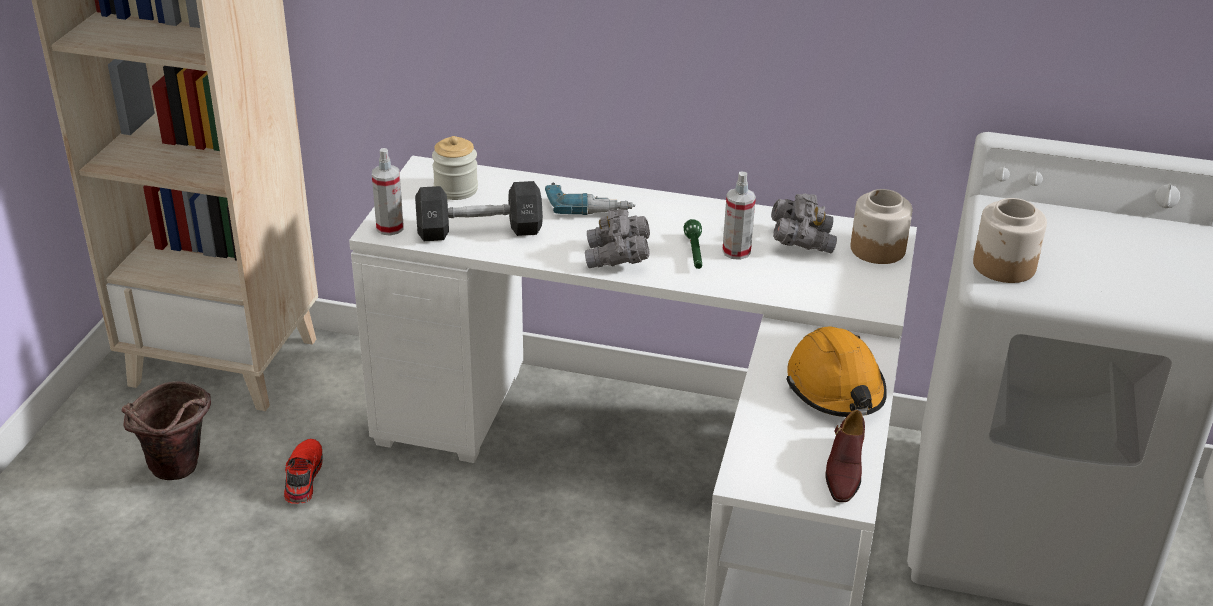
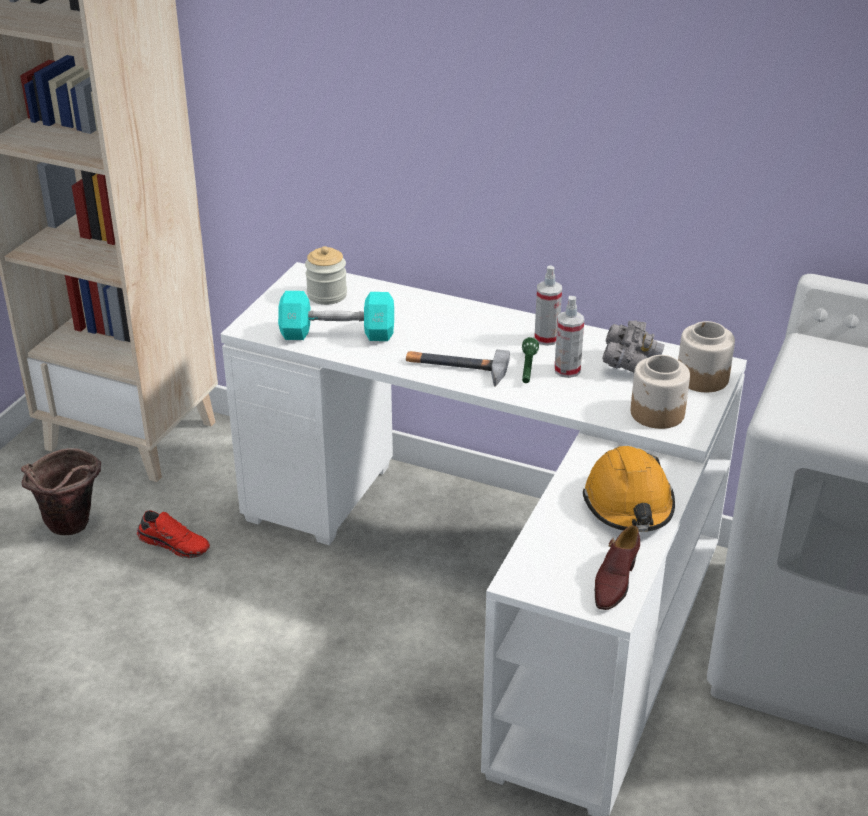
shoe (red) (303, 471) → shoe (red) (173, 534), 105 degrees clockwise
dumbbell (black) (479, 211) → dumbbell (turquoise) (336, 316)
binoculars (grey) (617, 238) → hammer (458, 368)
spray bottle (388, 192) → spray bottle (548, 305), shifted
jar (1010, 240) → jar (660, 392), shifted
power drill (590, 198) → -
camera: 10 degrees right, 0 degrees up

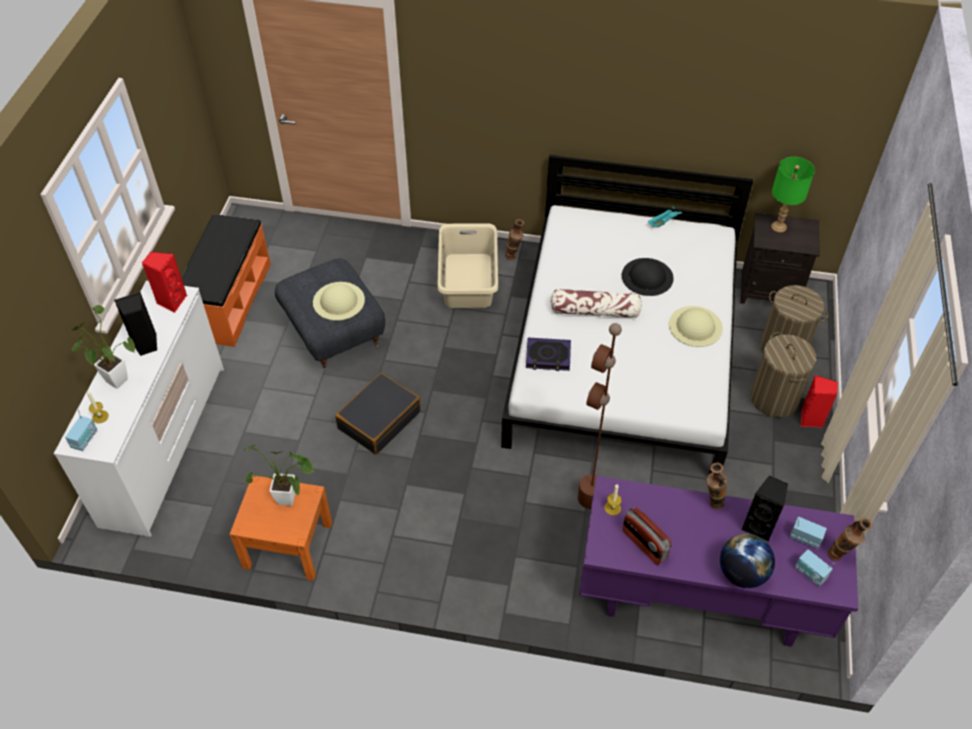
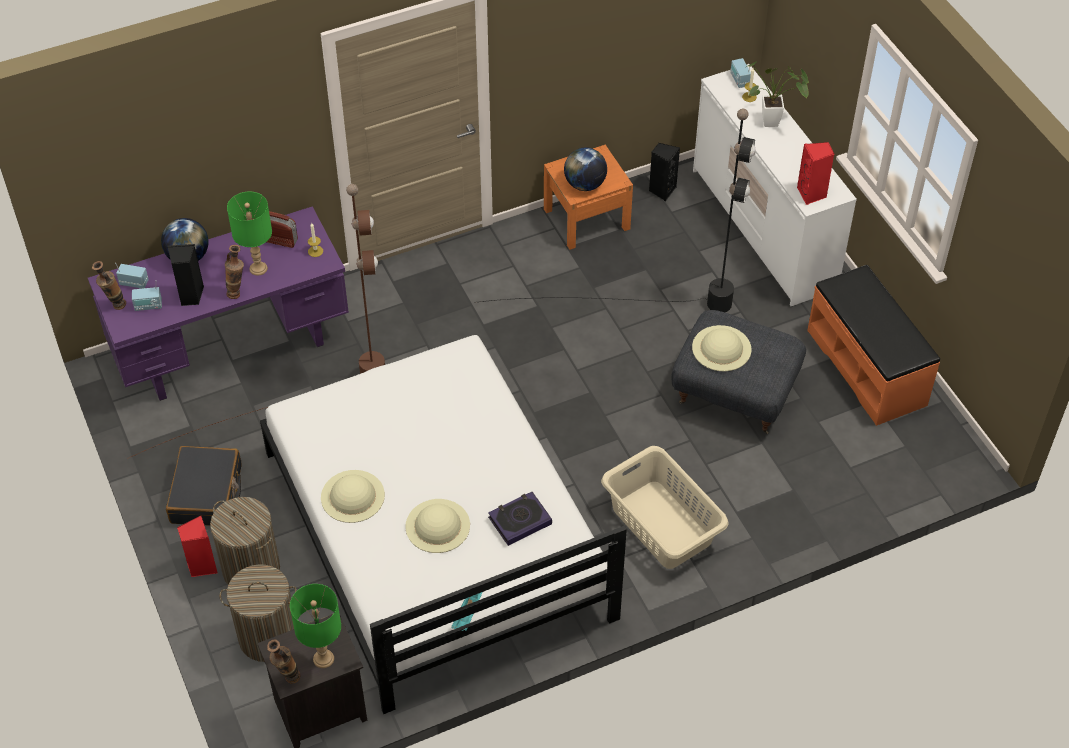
suitcase (black) (378, 413) → suitcase (black) (204, 486), shifted
- → table lamp (green) (249, 234)
vase (514, 239) → vase (284, 662), shifted
hat (black) (648, 277) → hat (beige) (437, 526)
- → floor lamp (black) (618, 210)
book (548, 354) → book (520, 519), shifted
potted plant (279, 475) → globe (585, 169)
speaker (black) (135, 324) → speaker (black) (664, 172), shifted
pillow (596, 303) → -
camera: 145 degrees right, 0 degrees up

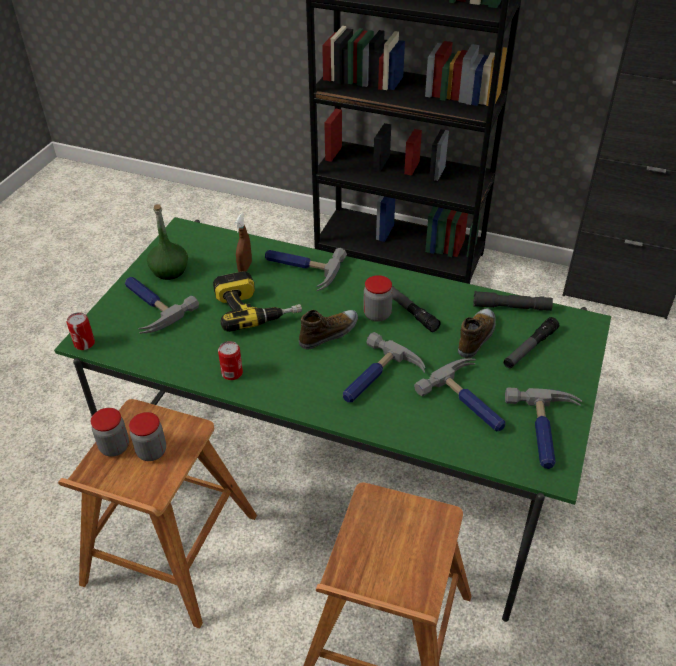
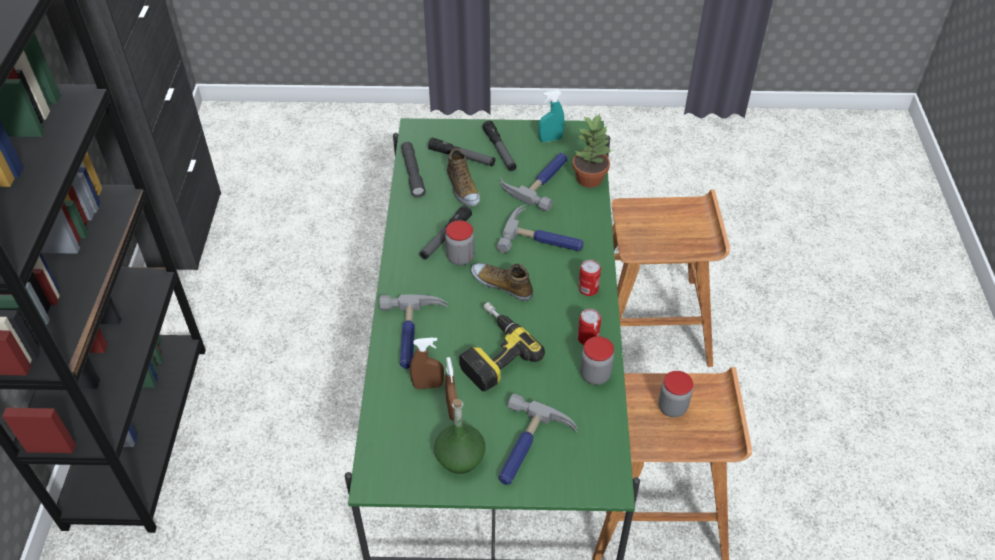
- → spray bottle (brown) (451, 388)
shoe (477, 333) → shoe (463, 177), 120 degrees counterclockwise
- → flashlight (499, 146)
hammer (543, 428) → spray bottle (turquoise) (551, 116)
- → potted plant (591, 151)
can (81, 331) → can (589, 278), shifted
jar (110, 432) → jar (597, 360), shifted
camera: 110 degrees left, 5 degrees up

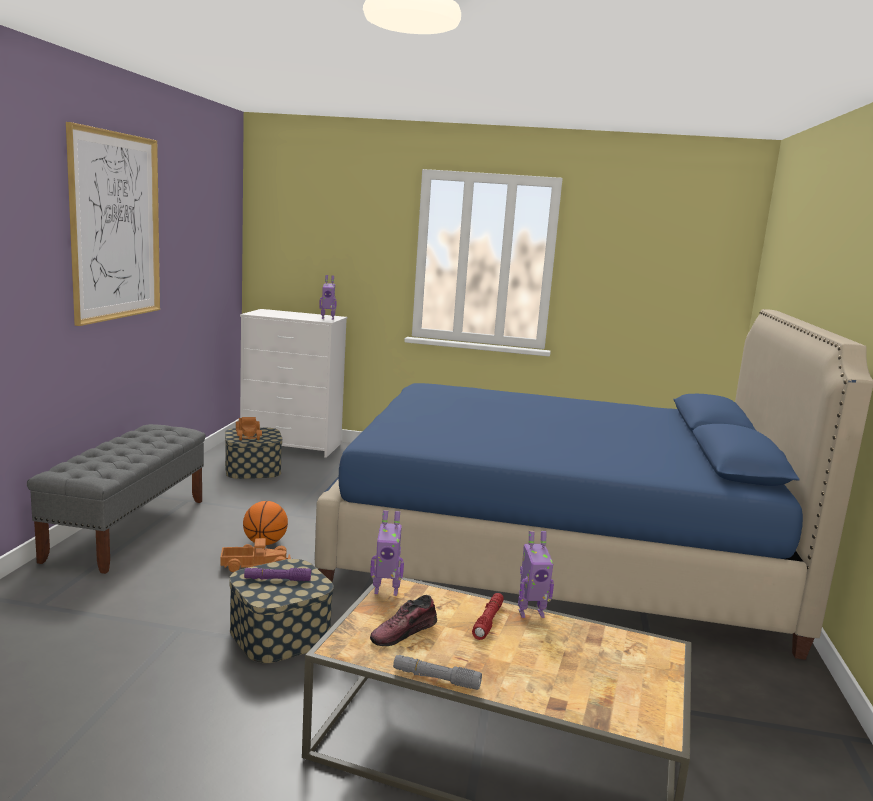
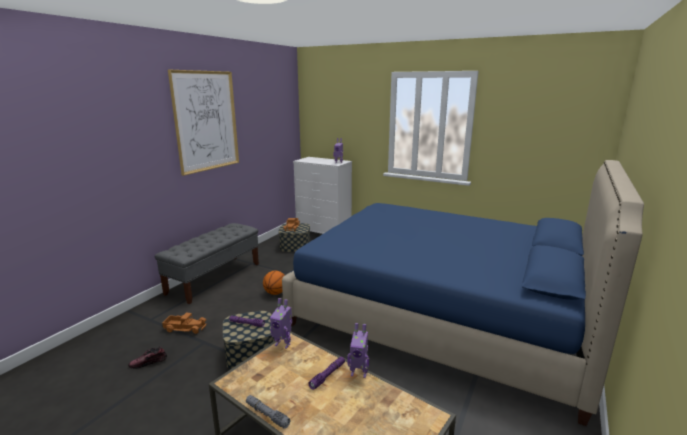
shoe (403, 620) → shoe (147, 358), shifted
toy truck (255, 555) → toy truck (184, 323), shifted
flashlight (red) (488, 616) → flashlight (purple) (326, 373)
camera: 20 degrees right, 5 degrees up

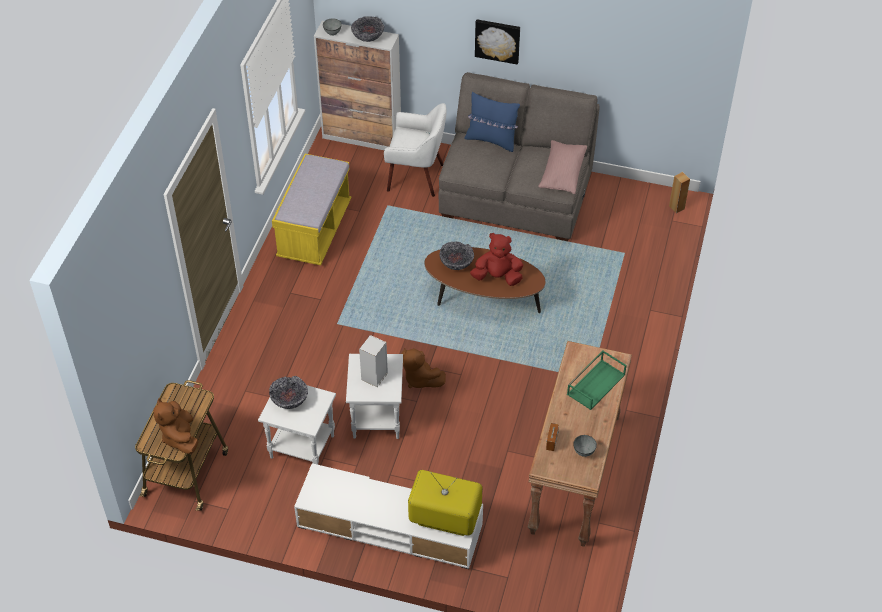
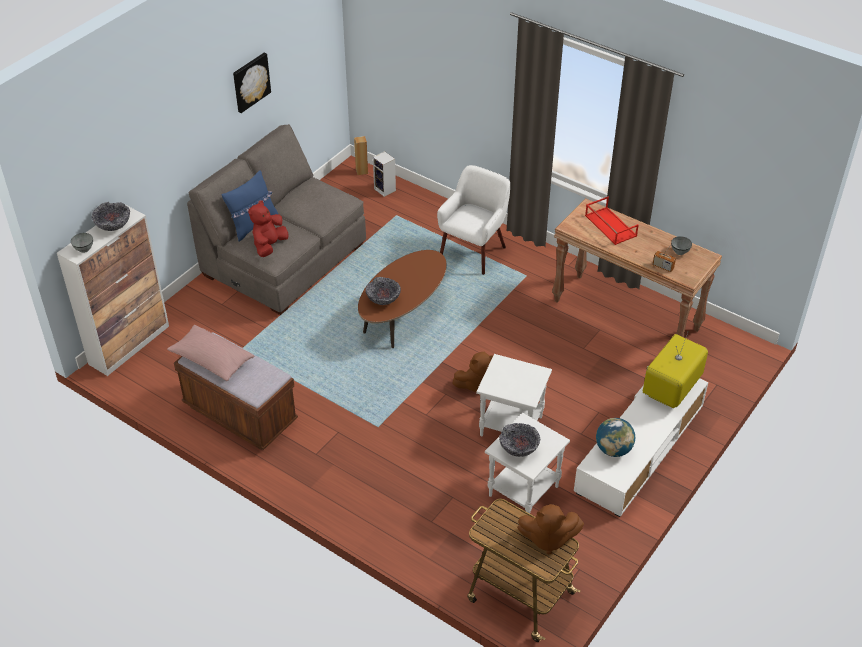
pillow (pink) (562, 167) → pillow (pink) (210, 353), shifted
bench (yellow) (311, 209) → bench (brown) (236, 391)
picture (497, 42) → picture (252, 83), shifted
plush toy (red) (496, 259) → plush toy (red) (268, 228), shifted
speaker (373, 361) → speaker (384, 174), shifted
armchair (white) (415, 150) → armchair (white) (473, 220), shifted
tray (green) (597, 380) → tray (red) (612, 221)
- → globe (615, 437)
camera: 70 degrees left, 5 degrees down

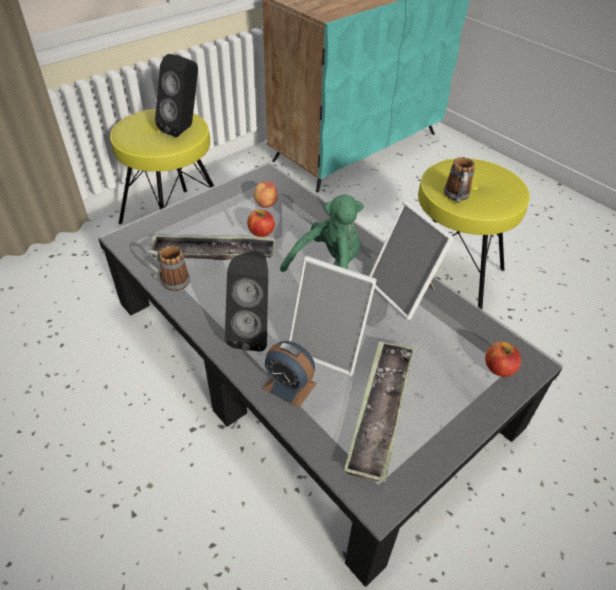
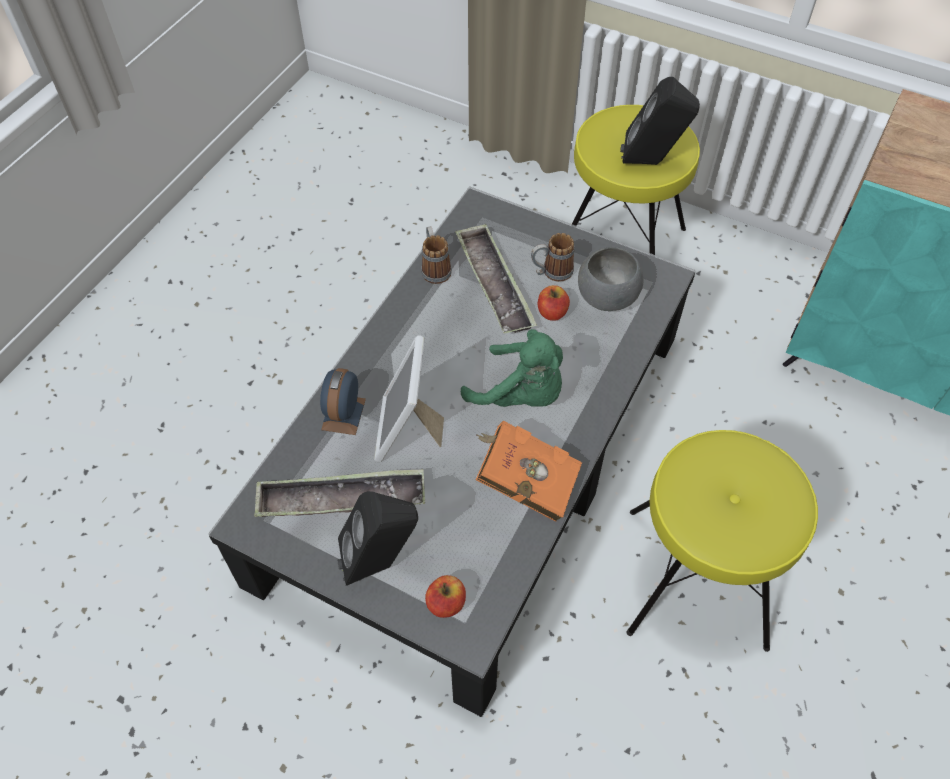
speaker (black) (246, 301) → speaker (black) (377, 538), shifted
picture frame (411, 260) → book (orange) (529, 471)
mug (459, 180) → mug (552, 257), shifted
apple (266, 194) → bowl (grey) (611, 279)
camera: 70 degrees right, 10 degrees up

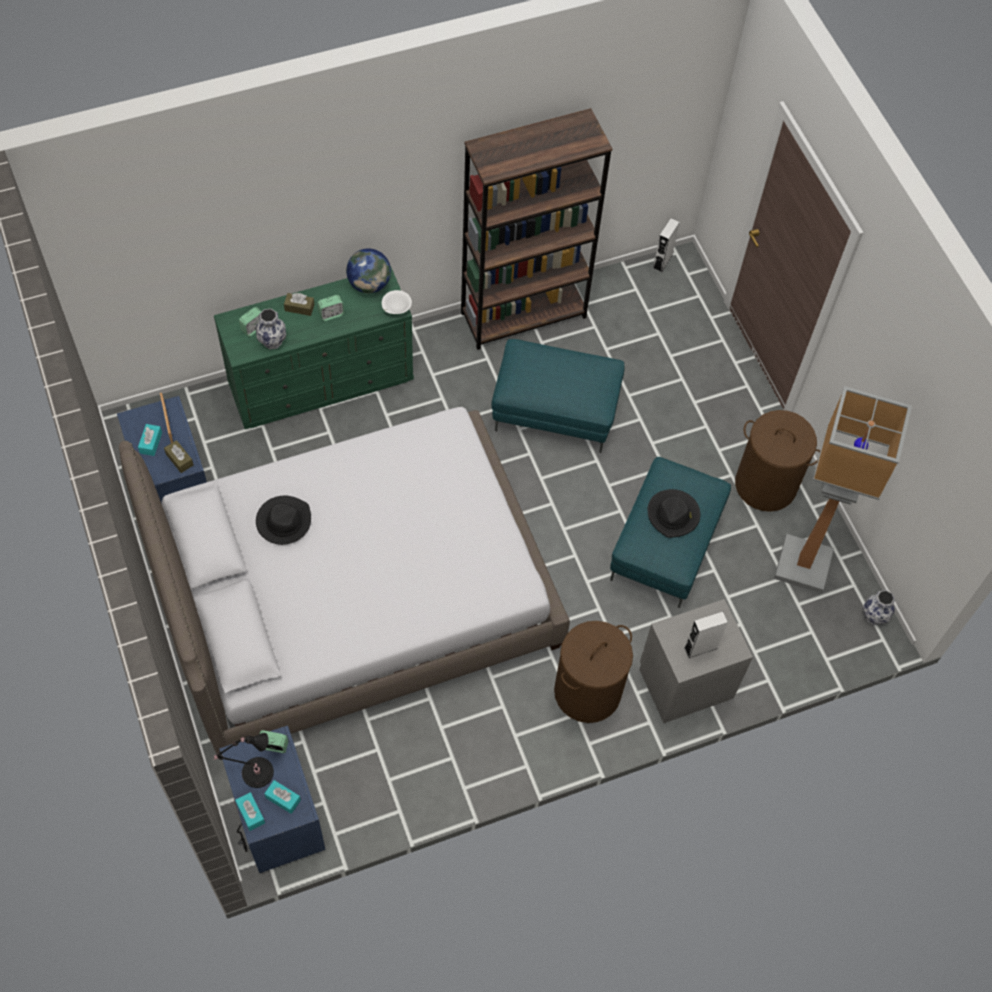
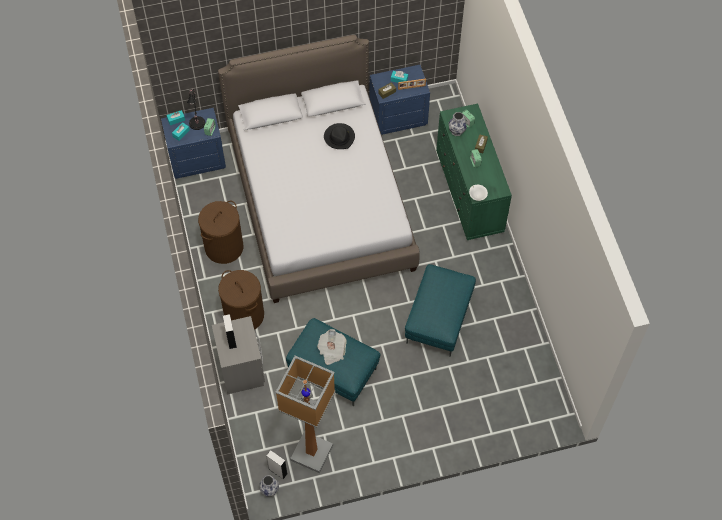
laundry basket (brown) (777, 461) → laundry basket (brown) (220, 232), shifted
speaker (white) (666, 245) → speaker (white) (276, 465), shifted
hat (black) (674, 513) → newspaper (332, 347)
globe (368, 270) → -
bookcase (brown) (537, 229) → -
camera: 100 degrees right, 0 degrees up

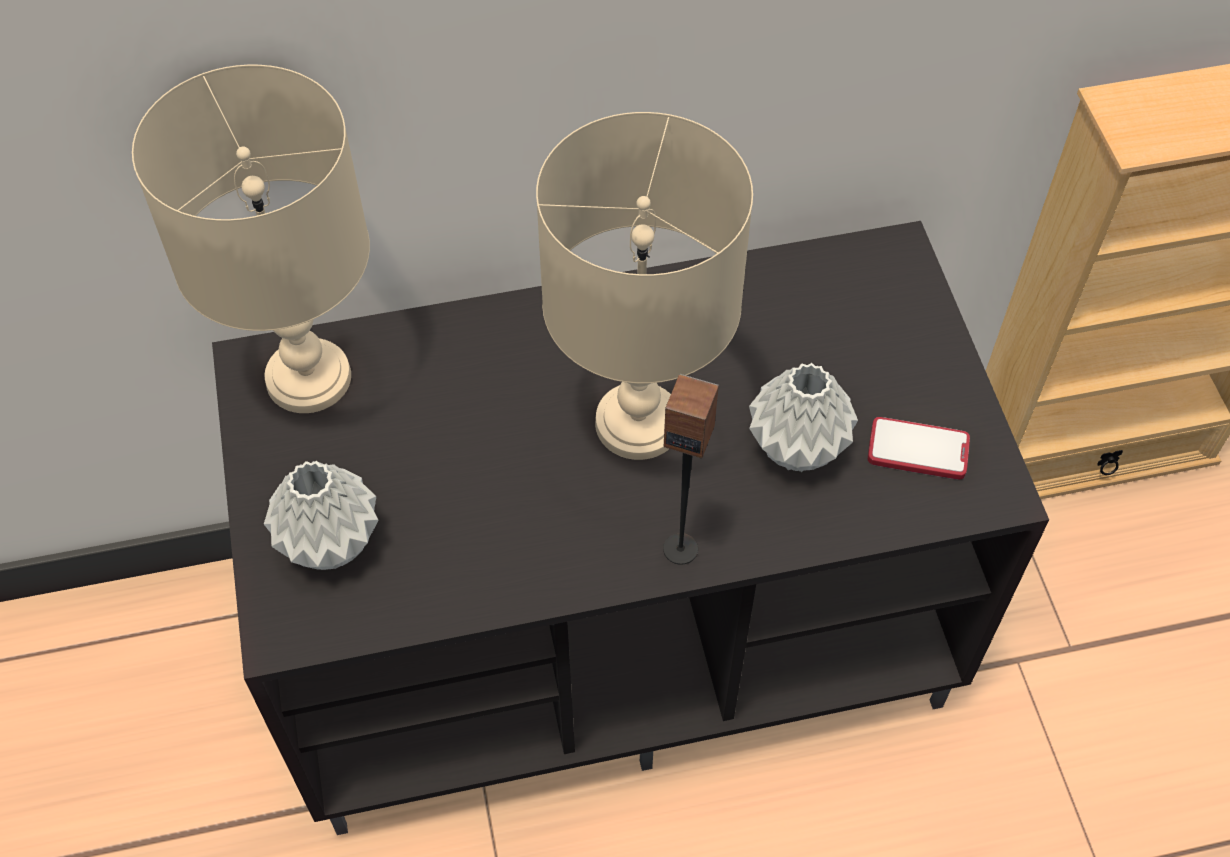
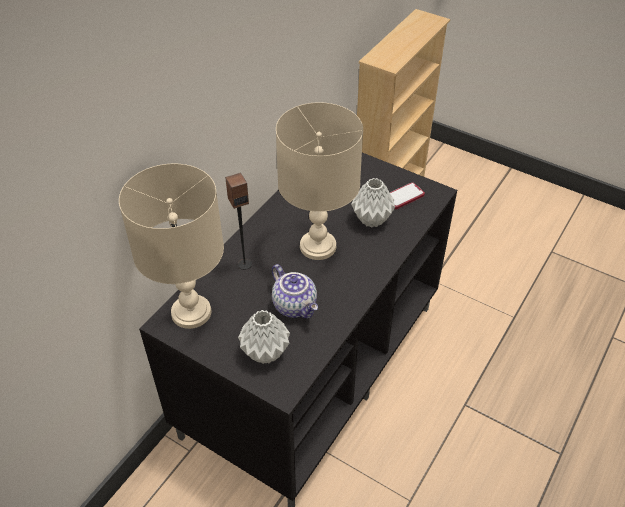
speaker (691, 469) → speaker (238, 221), shifted
- → teapot (295, 291)
camera: 45 degrees left, 10 degrees down

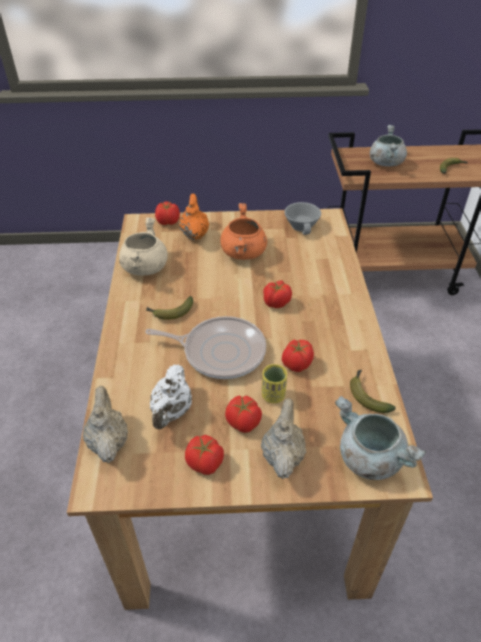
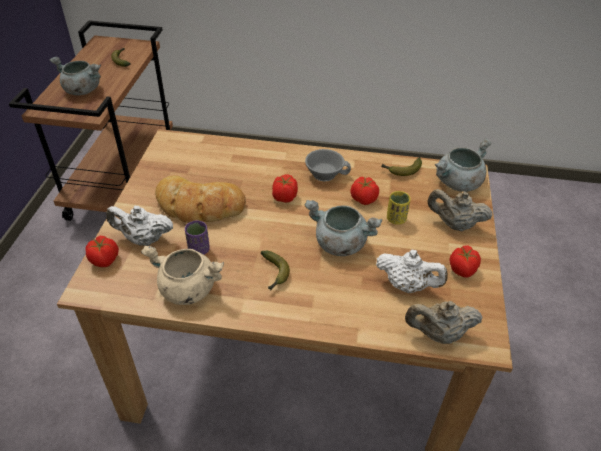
teapot (orange) (194, 217) → teapot (white) (139, 226)
cooking pot (orange) (243, 231) → bread (200, 199)
- → cup (purple) (197, 237)
frying pan (205, 347) → cooking pot (grey) (343, 228)
cup (grey) (302, 218) → cup (grey) (328, 165), shifted
tomato (243, 414) → -
camera: 80 degrees left, 0 degrees up

